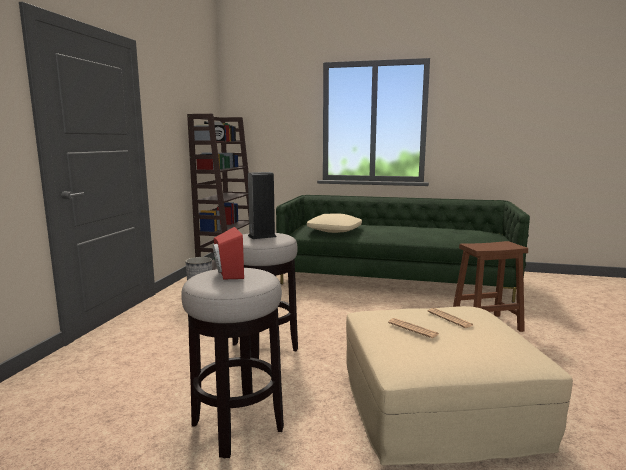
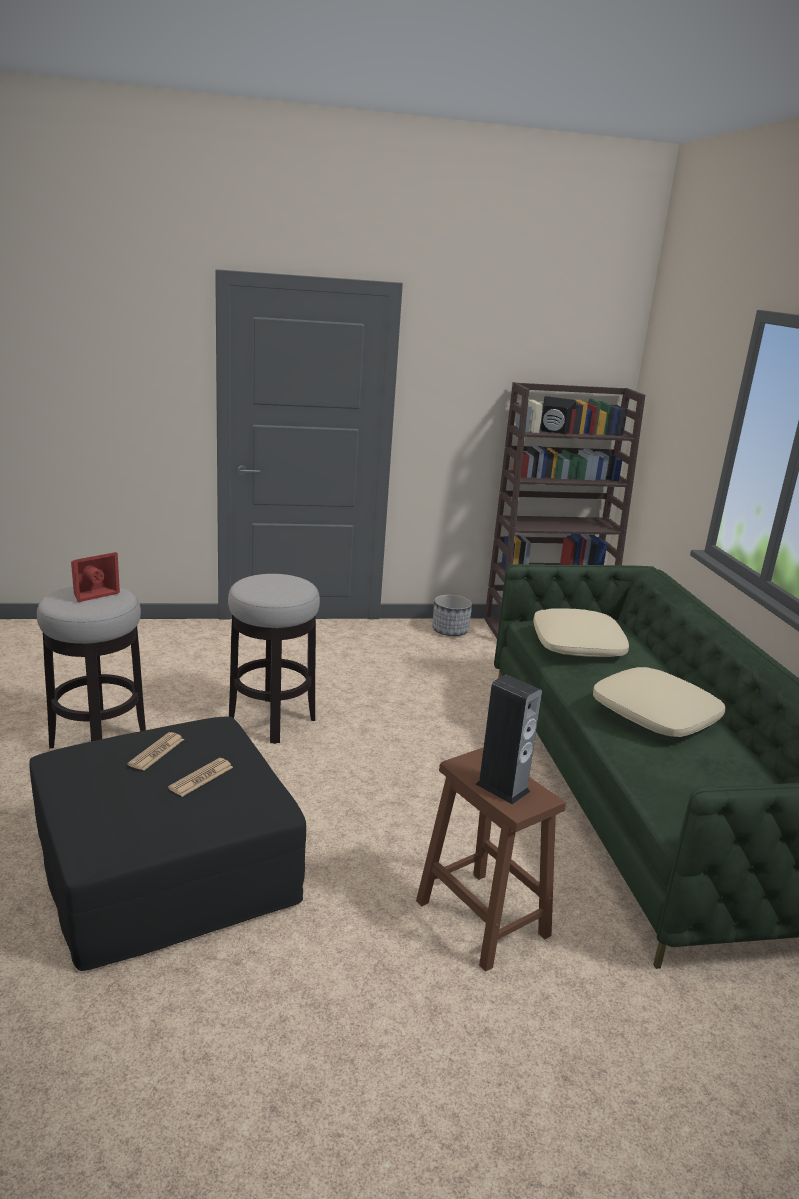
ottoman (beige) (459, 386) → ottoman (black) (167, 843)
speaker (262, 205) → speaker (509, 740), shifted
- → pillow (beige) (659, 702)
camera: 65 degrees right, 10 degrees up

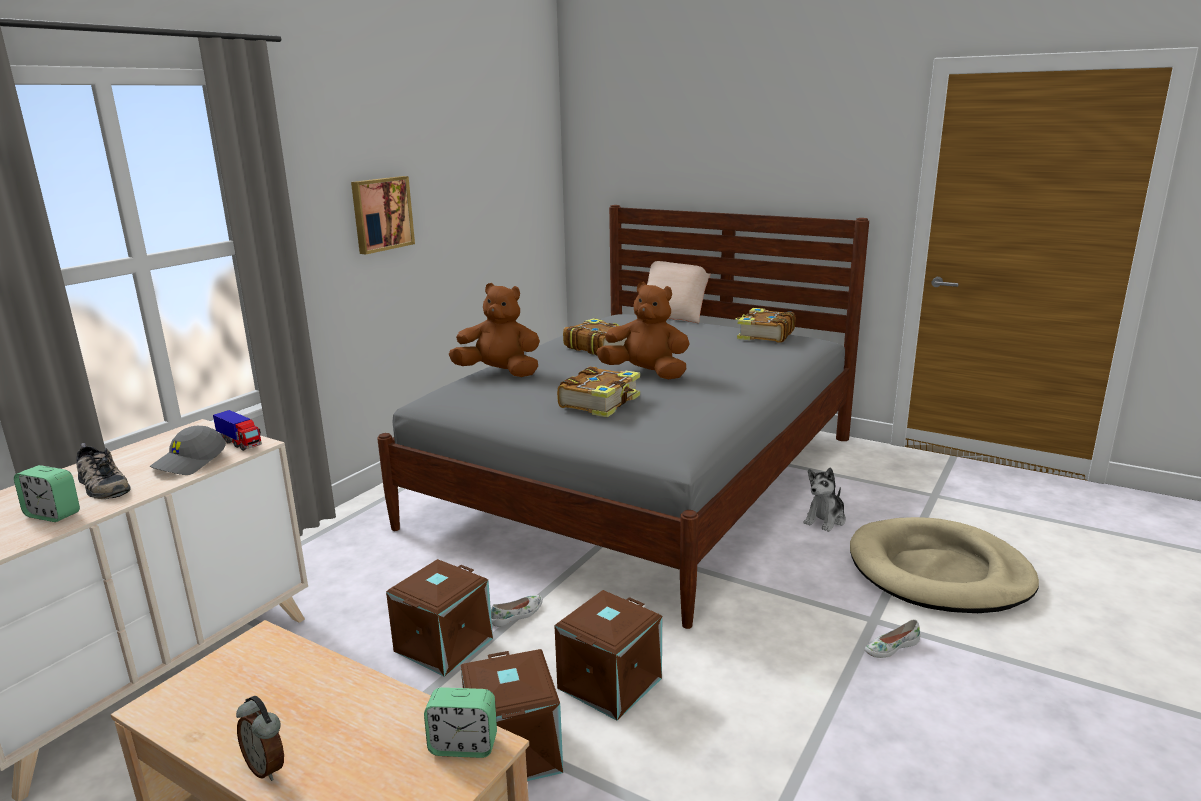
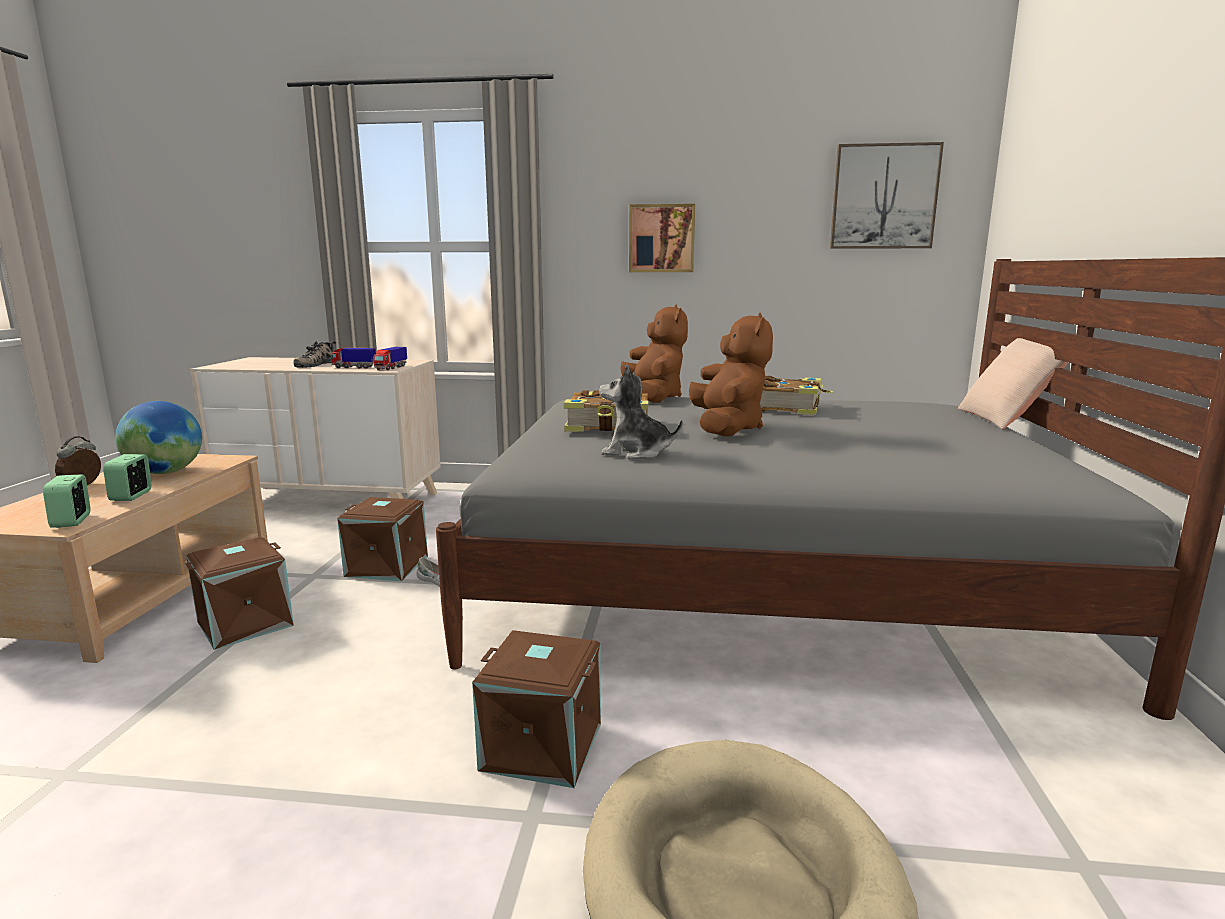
alarm clock (47, 493) → alarm clock (127, 477), shifted
- → globe (158, 437)
cap (grey) (188, 450) → toy truck (353, 358)
storage box (brown) (608, 655) → storage box (brown) (536, 709), shifted
plush toy (825, 499) → plush toy (641, 412), shifted
- → picture (887, 195)
book (765, 325) → -
shoe (white) (892, 638) → -
camera: 65 degrees right, 5 degrees down

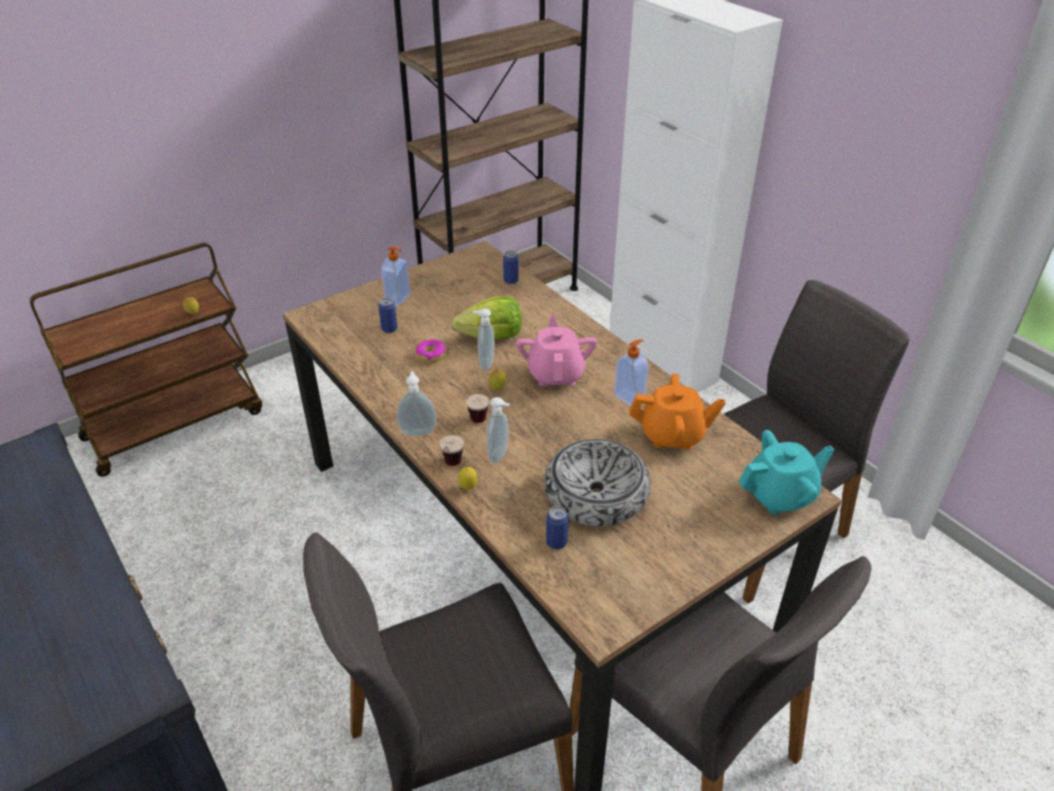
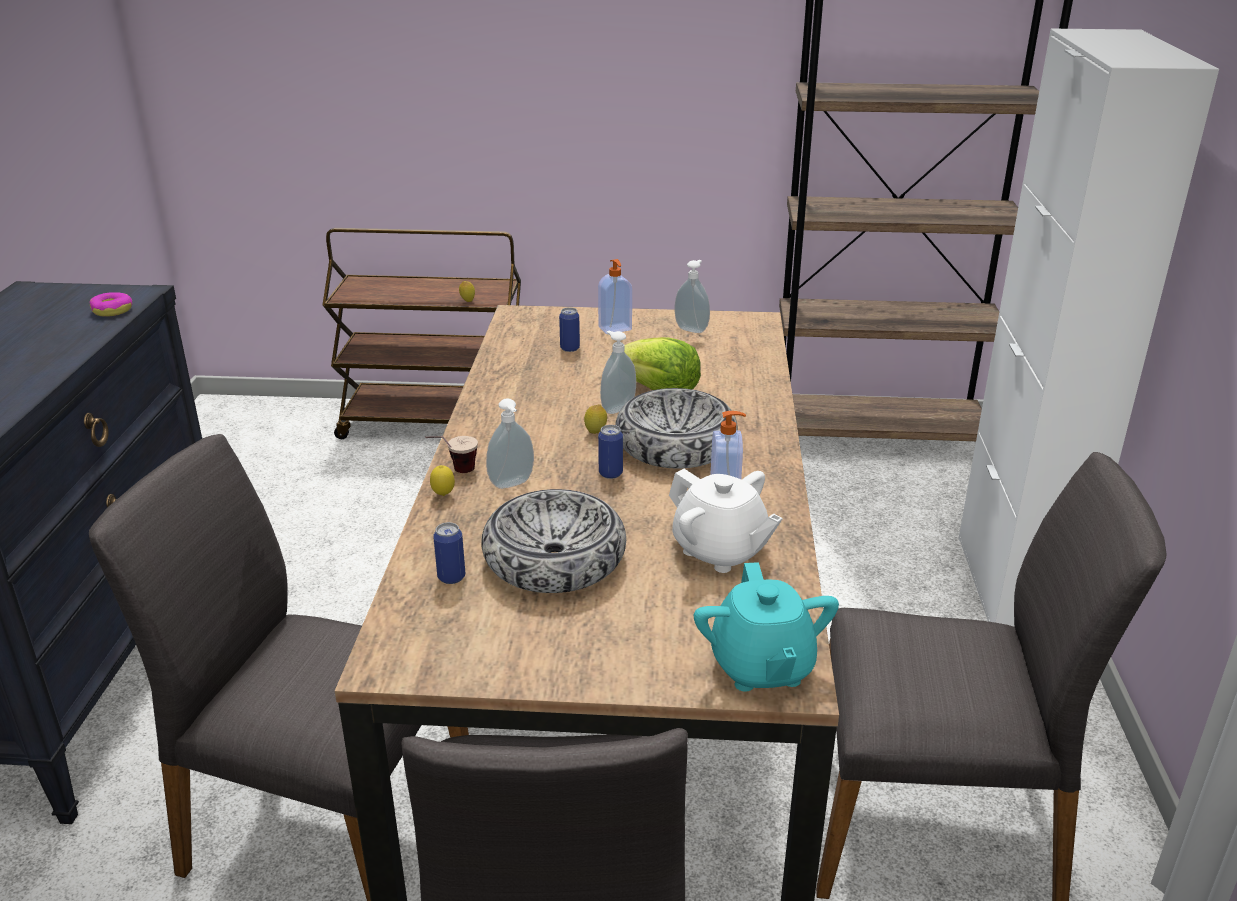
donut (431, 350) → donut (110, 304), shifted
can (511, 267) → can (610, 452), shifted
teapot (pink) (556, 351) → bowl (676, 428)
teapot (orange) (677, 411) → teapot (white) (726, 521)
soap dispenser (416, 403) → soap dispenser (692, 296), shifted
teapot (turquoise) (786, 472) → teapot (turquoise) (766, 627), 60 degrees clockwise
cup (469, 402) → -
camera: 40 degrees right, 10 degrees down

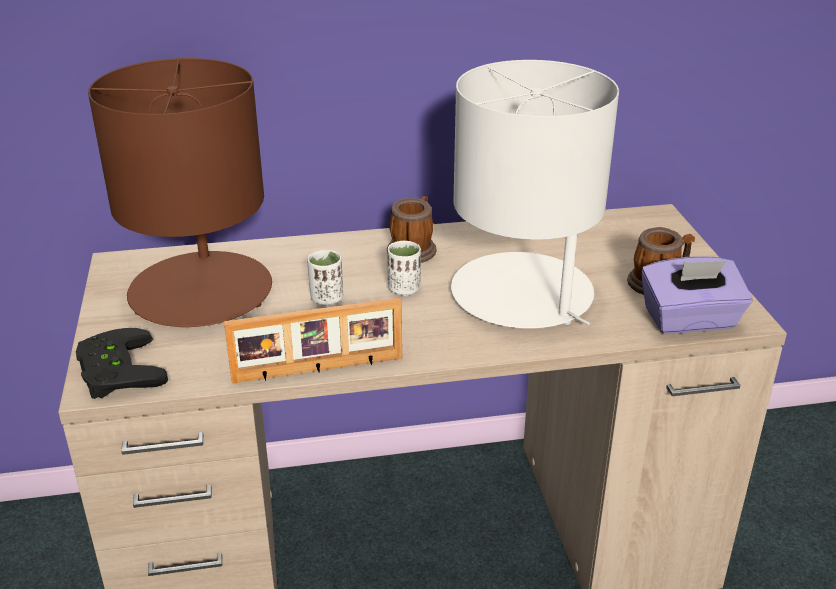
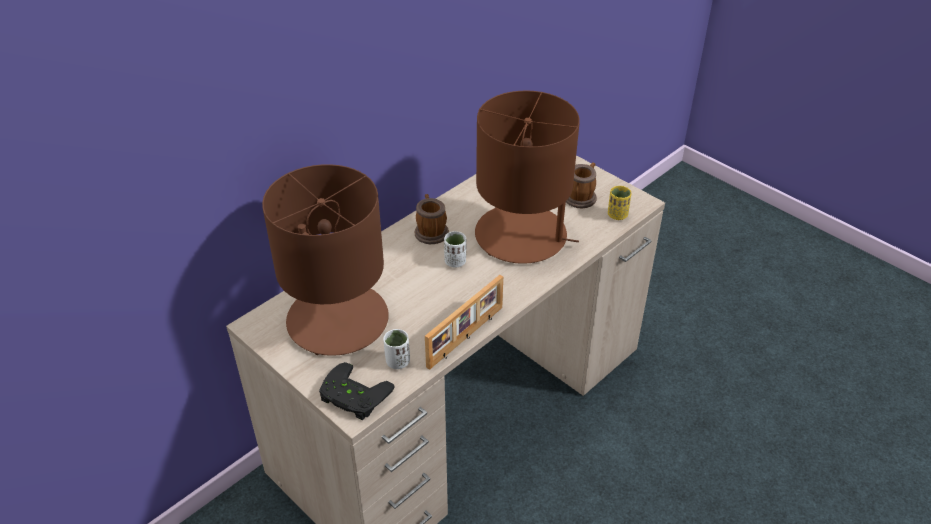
cup (white) (325, 278) → cup (white) (396, 349), shifted
table lamp (white) (535, 194) → table lamp (brown) (527, 177)
tissue box (purple) (697, 295) → cup (yellow) (619, 203)
camera: 35 degrees left, 10 degrees up

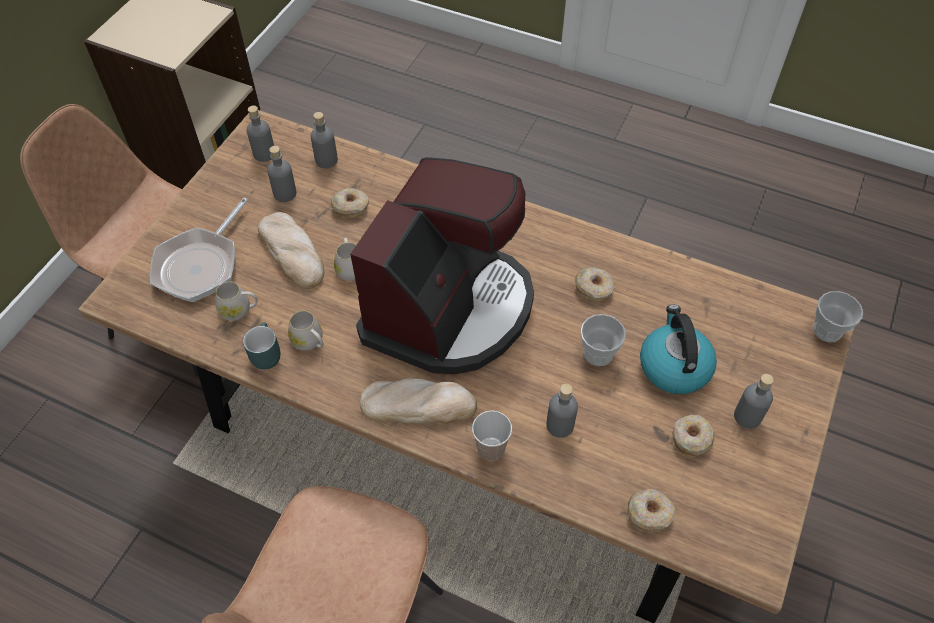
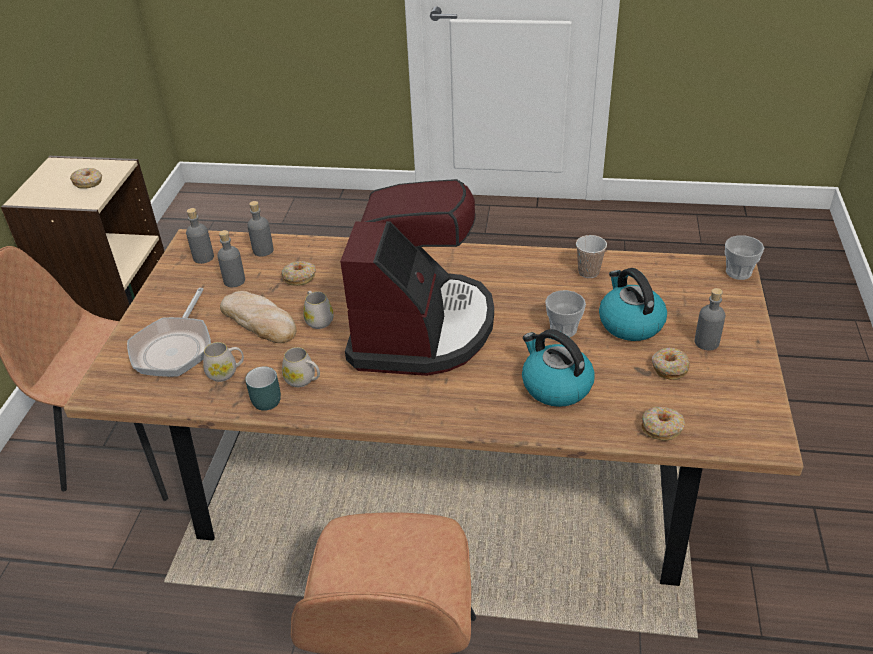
donut (594, 284) → donut (86, 178), shifted
bottle (grey) (562, 411) → kettle (558, 368)
cup (492, 436) → cup (591, 256), shifted
bread (418, 401) → -
camera: 15 degrees left, 15 degrees down

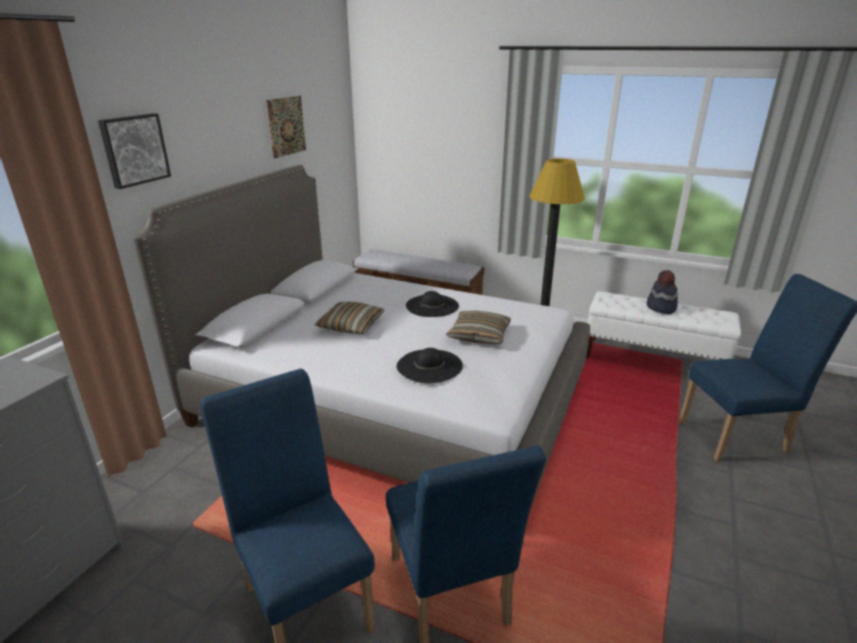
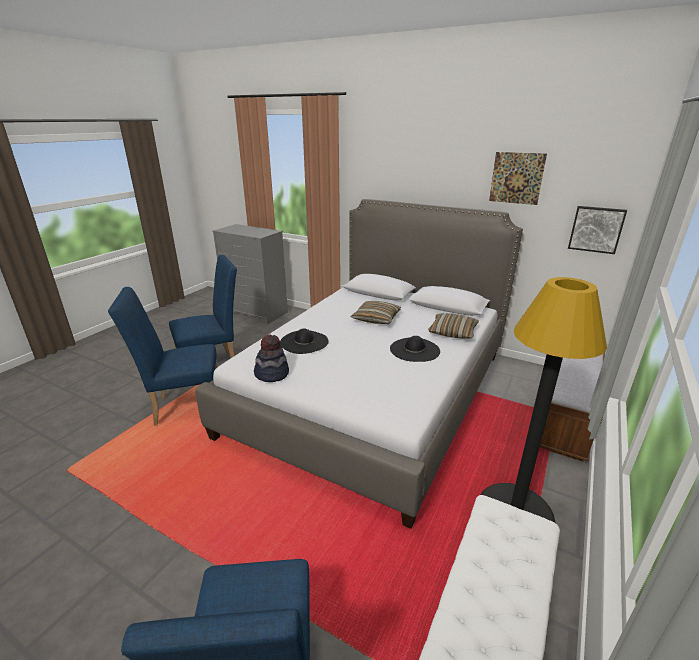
hat (662, 292) → hat (271, 358), shifted
pillow (478, 327) → pillow (453, 326), shifted
picture (134, 151) → picture (597, 230), shifted
camera: 95 degrees right, 0 degrees up

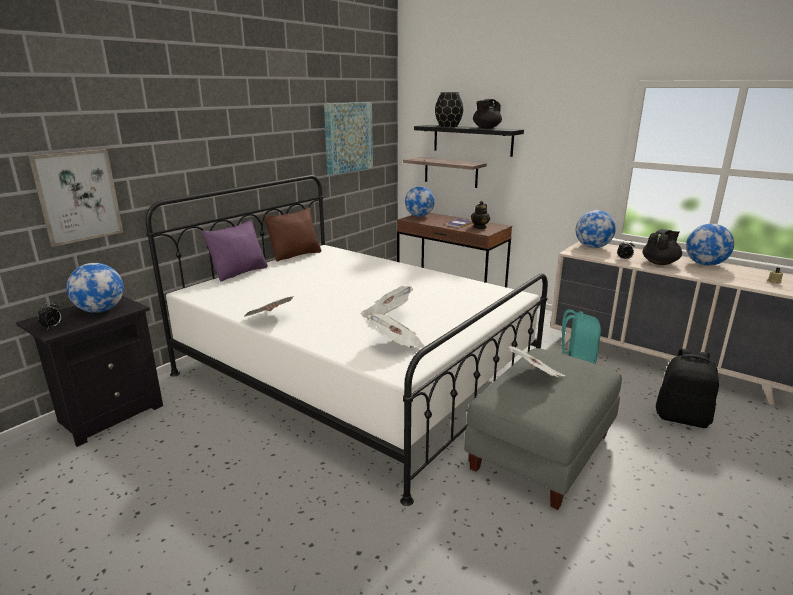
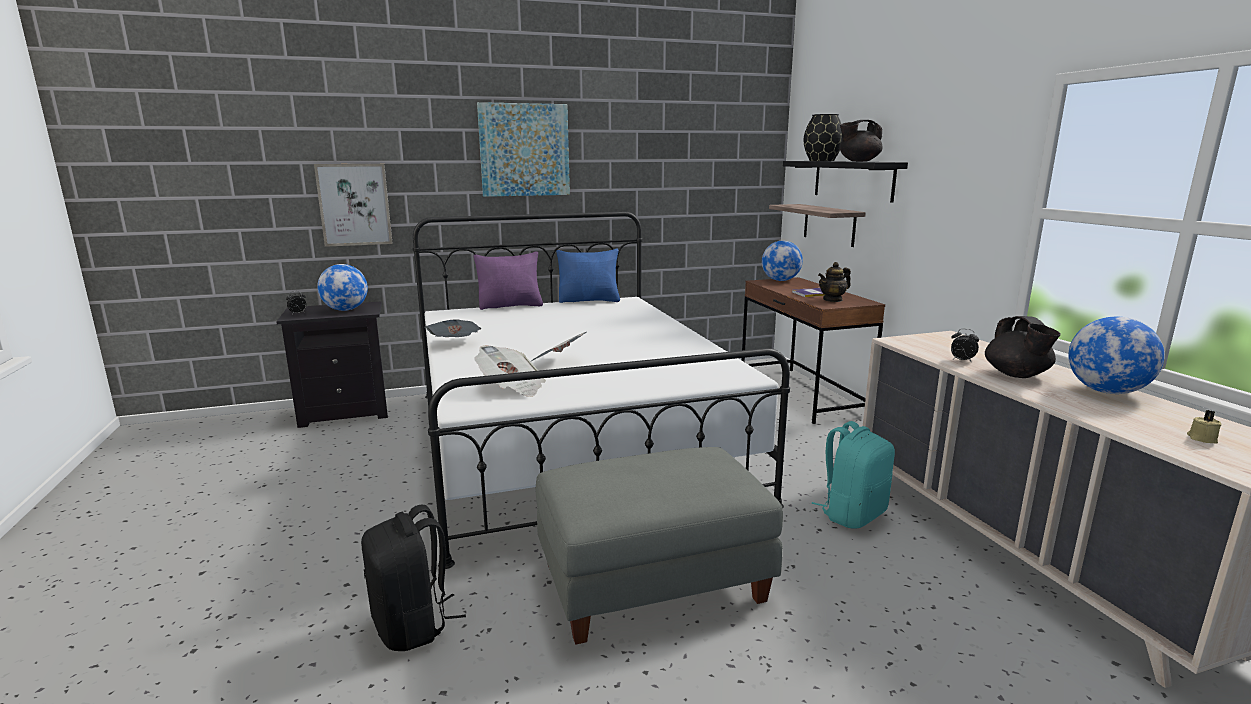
backpack (black) (687, 388) → backpack (black) (413, 578), shifted
picture (348, 138) → picture (523, 149), shifted
pillow (brown) (292, 234) → pillow (blue) (588, 276)
teapot (black) (662, 247) → teapot (black) (1023, 347), 90 degrees clockwise
newspaper (537, 361) → -
globe (596, 229) → -
camera: 35 degrees right, 5 degrees down

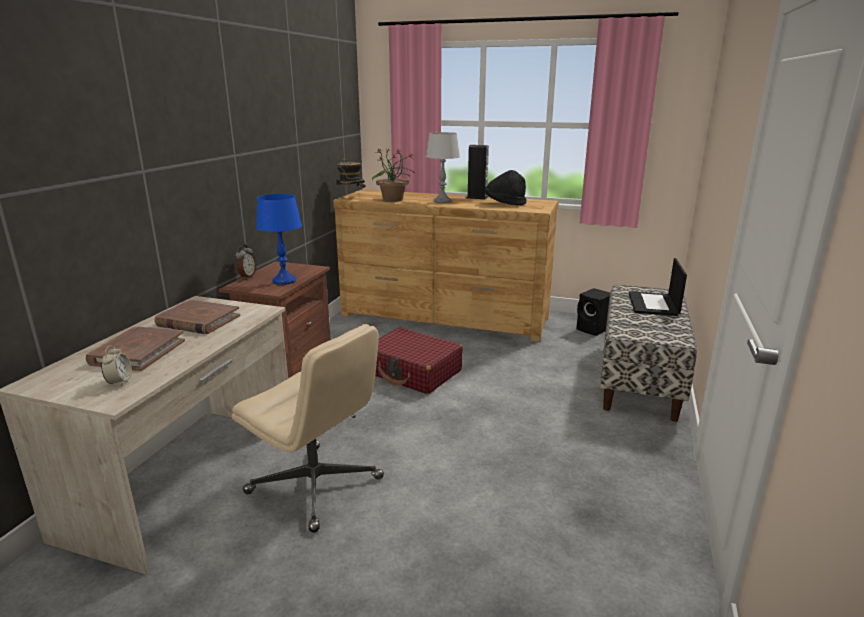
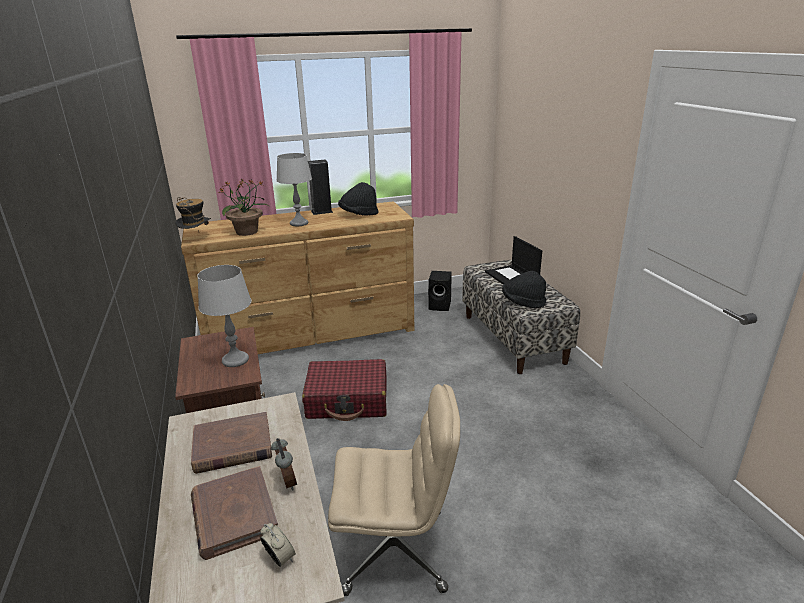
table lamp (blue) (279, 239) → table lamp (grey) (224, 316)
alarm clock (245, 262) → alarm clock (284, 464), shifted
- → hat (black) (524, 289)
camera: 35 degrees left, 5 degrees up

